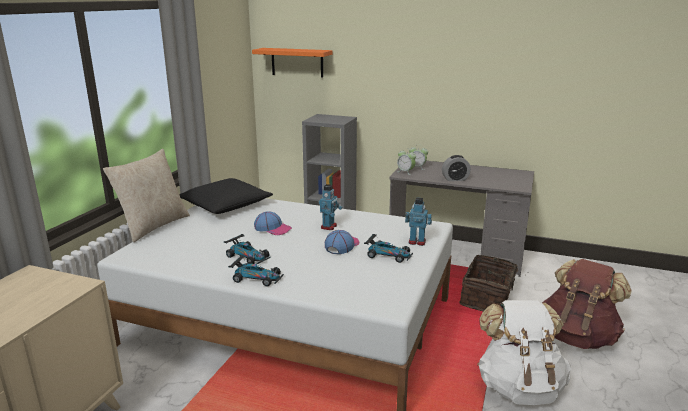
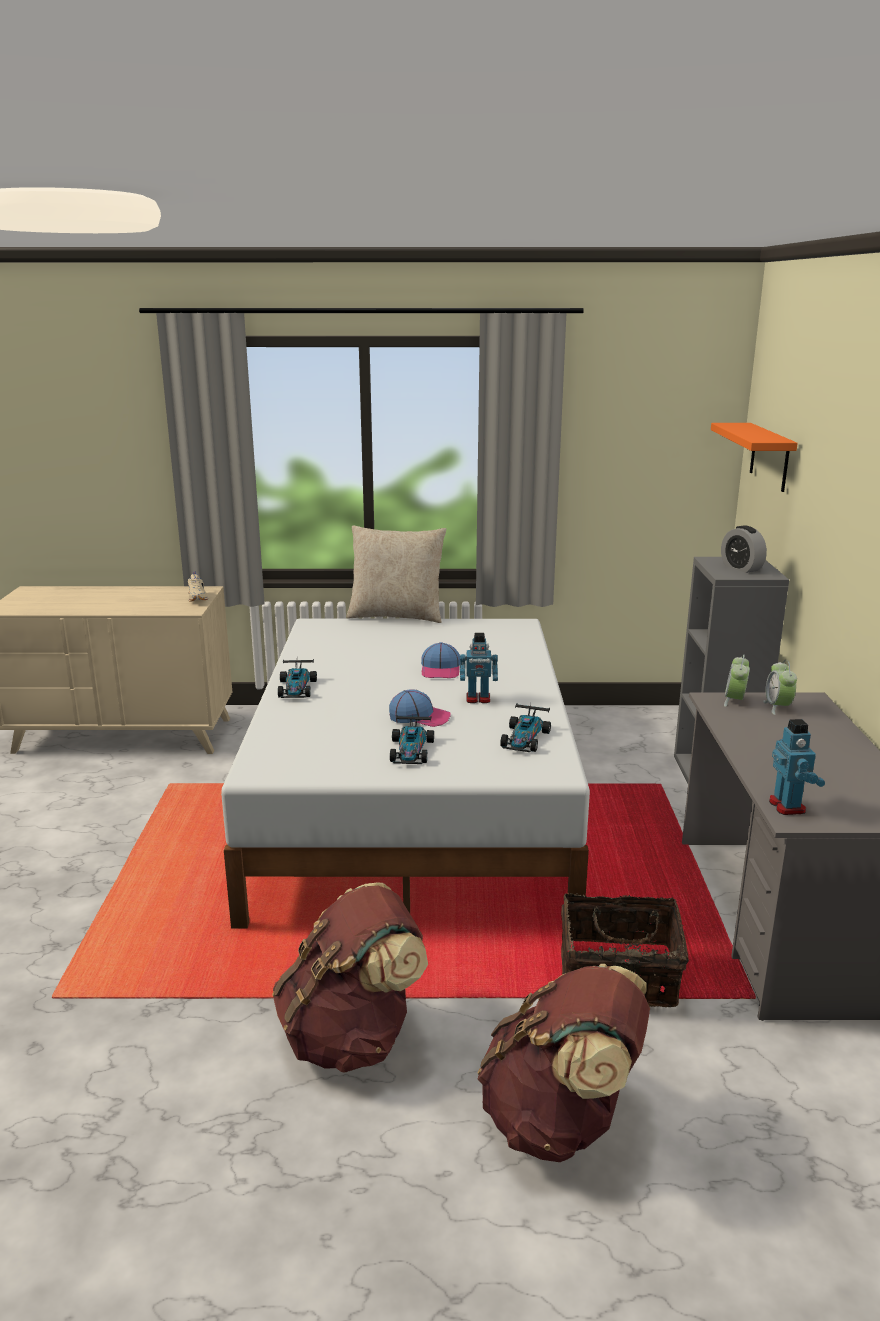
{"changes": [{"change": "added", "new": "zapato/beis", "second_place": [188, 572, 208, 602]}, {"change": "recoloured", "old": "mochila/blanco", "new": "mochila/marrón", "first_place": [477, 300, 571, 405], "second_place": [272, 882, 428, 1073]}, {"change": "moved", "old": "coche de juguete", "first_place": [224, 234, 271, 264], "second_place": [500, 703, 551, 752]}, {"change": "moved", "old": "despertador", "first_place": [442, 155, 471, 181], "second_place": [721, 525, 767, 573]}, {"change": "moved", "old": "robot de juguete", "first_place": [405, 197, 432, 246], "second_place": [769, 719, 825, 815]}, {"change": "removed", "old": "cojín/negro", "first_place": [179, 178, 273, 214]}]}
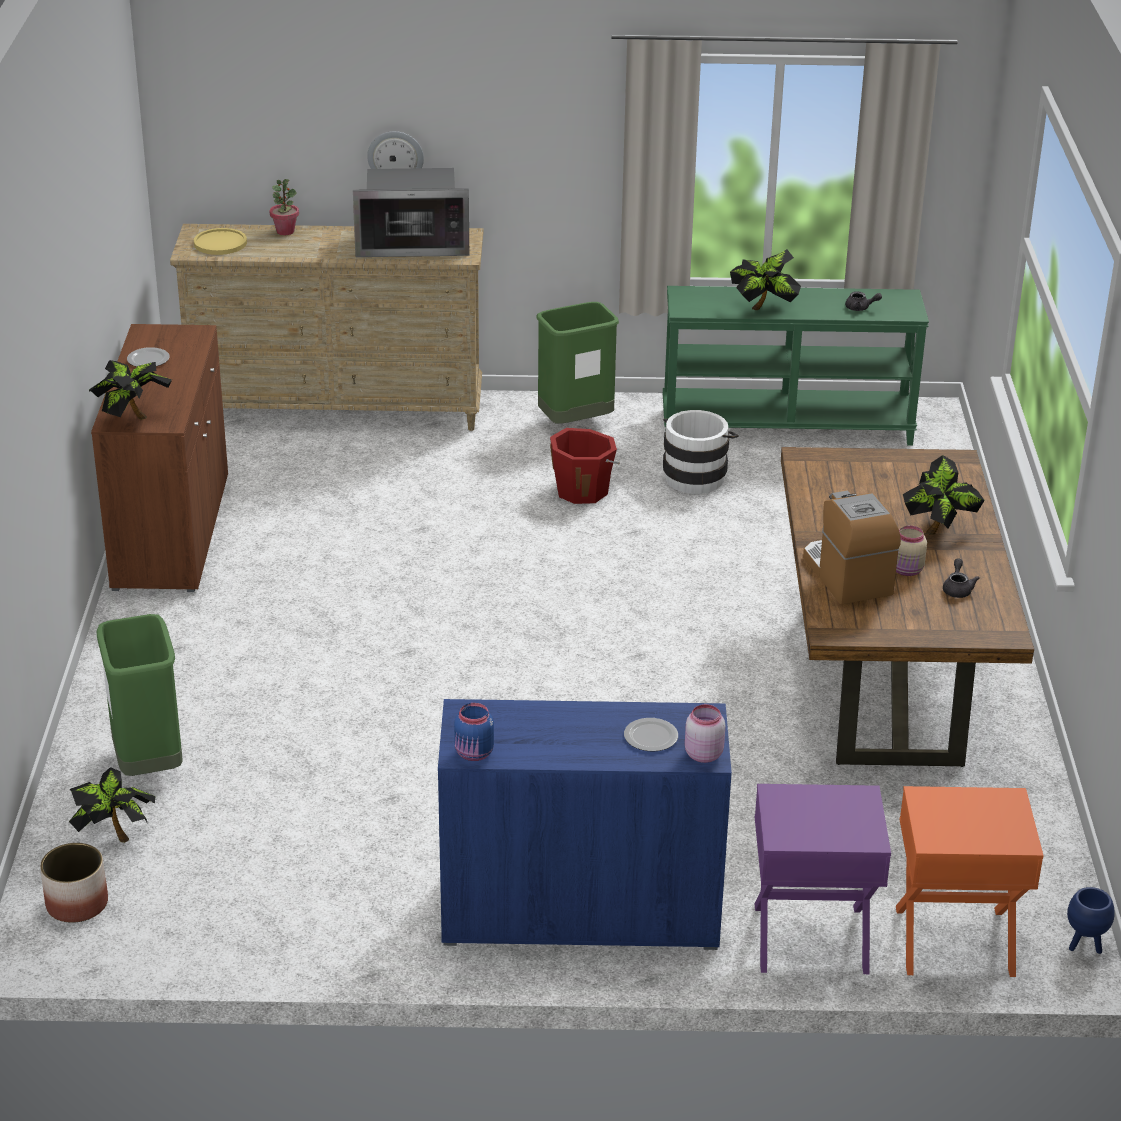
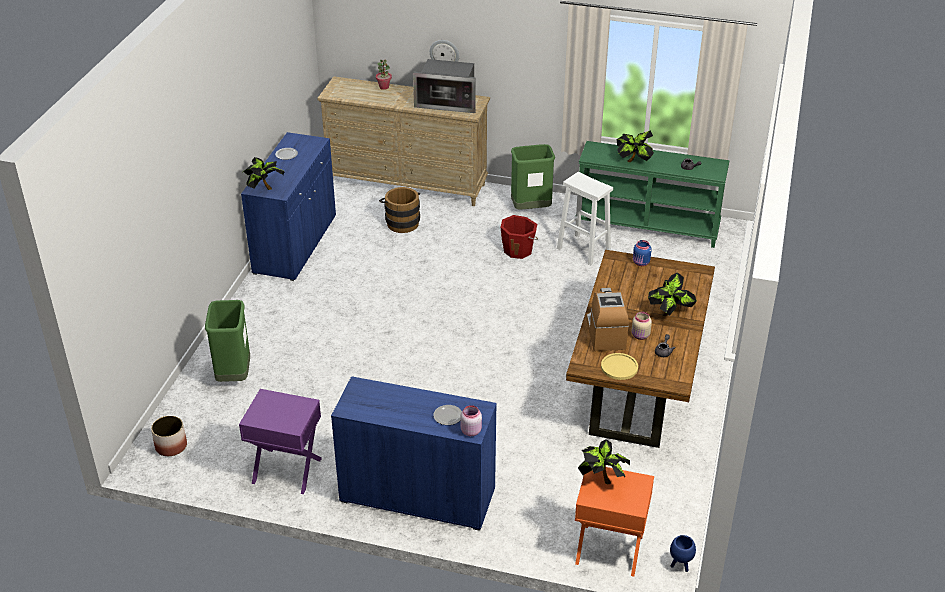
{"changes": [{"change": "moved", "old": "mesita de noche/morado", "first_place": [755, 784, 891, 974], "second_place": [239, 389, 322, 494]}, {"change": "recoloured", "old": "armario/marrón", "new": "armario/azul", "first_place": [91, 324, 228, 592], "second_place": [241, 132, 336, 281]}, {"change": "added", "new": "cubo/marrón", "second_place": [379, 187, 420, 233]}, {"change": "replaced", "old": "cubo/blanco", "new": "taburete/blanco", "first_place": [663, 410, 739, 494], "second_place": [557, 172, 613, 265]}, {"change": "moved", "old": "planta en maceta", "first_place": [69, 767, 155, 843], "second_place": [578, 439, 630, 485]}, {"change": "moved", "old": "plato/amarillo", "first_place": [194, 228, 247, 255], "second_place": [601, 353, 638, 380]}, {"change": "moved", "old": "tarro/azul", "first_place": [454, 703, 494, 761], "second_place": [633, 240, 651, 266]}]}
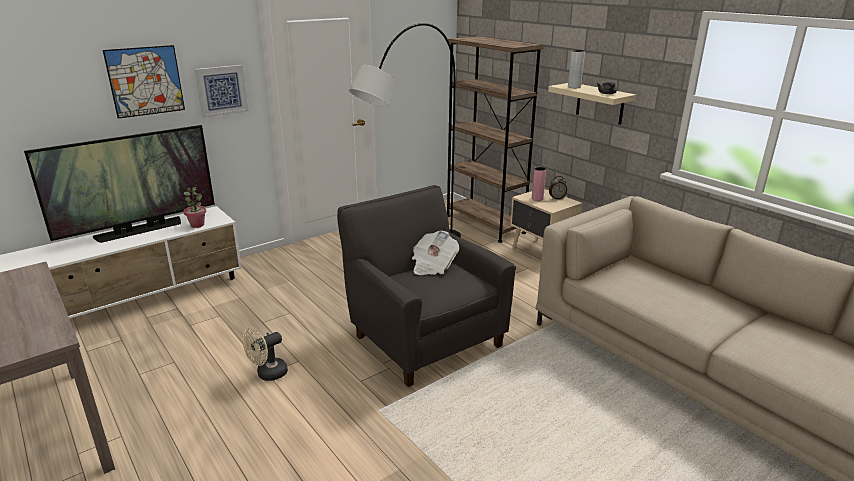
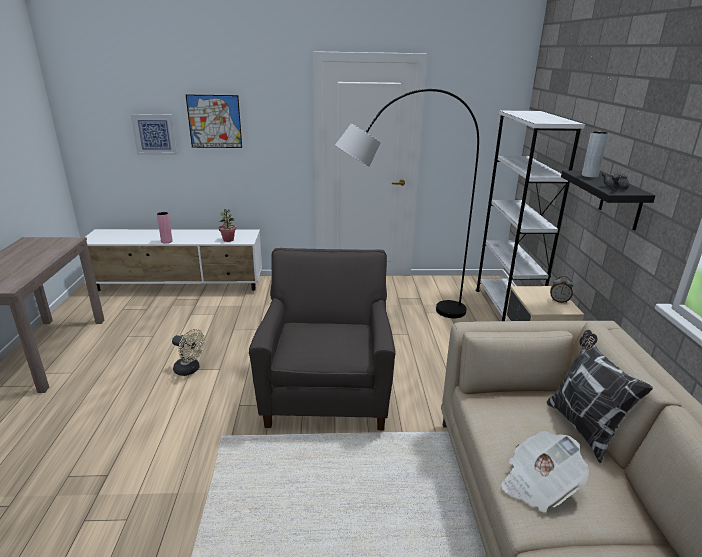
{"changes": [{"change": "moved", "old": "cuadro", "first_place": [195, 65, 249, 118], "second_place": [131, 114, 177, 155]}, {"change": "moved", "old": "florero/rosa", "first_place": [532, 167, 546, 201], "second_place": [157, 212, 173, 243]}, {"change": "turned", "old": "ventilador/beis", "first_place": [243, 327, 288, 381], "second_place": [172, 329, 205, 376], "degrees": -150}, {"change": "recoloured", "old": "estantería/marrón", "new": "estantería/blanco", "first_place": [447, 36, 544, 243], "second_place": [475, 110, 585, 321]}, {"change": "moved", "old": "periódico", "first_place": [412, 231, 459, 275], "second_place": [501, 431, 589, 512]}, {"change": "added", "new": "cojín", "second_place": [547, 330, 653, 464]}, {"change": "recoloured", "old": "estante/beis", "new": "estante/negro", "first_place": [548, 83, 636, 125], "second_place": [561, 171, 655, 231]}, {"change": "removed", "old": "televisor", "first_place": [24, 125, 215, 243]}]}
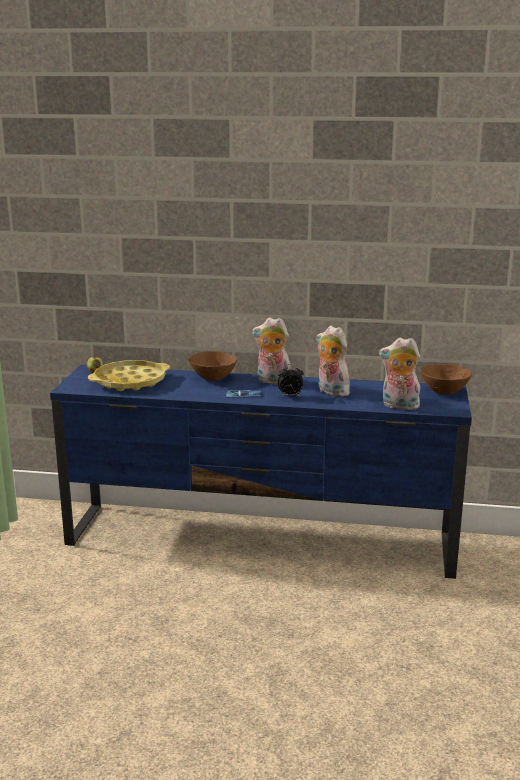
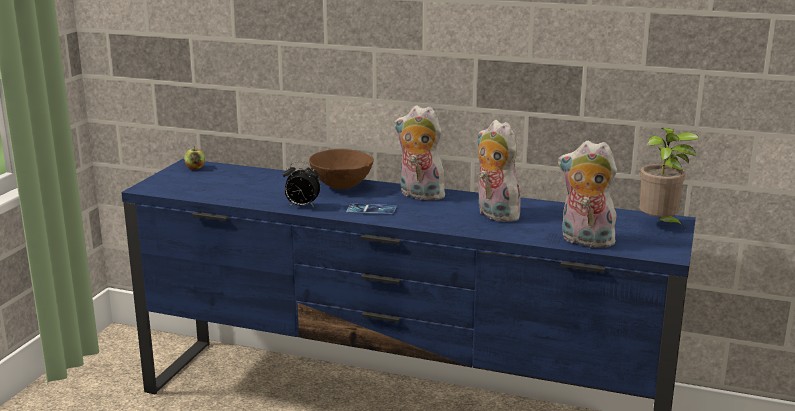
{"changes": [{"change": "moved", "old": "despertador", "first_place": [277, 364, 304, 397], "second_place": [283, 161, 320, 207]}, {"change": "replaced", "old": "cuenco/marrón", "new": "planta en maceta", "first_place": [421, 364, 472, 395], "second_place": [640, 128, 699, 231]}, {"change": "removed", "old": "bandeja/amarillo", "first_place": [88, 360, 170, 391]}]}
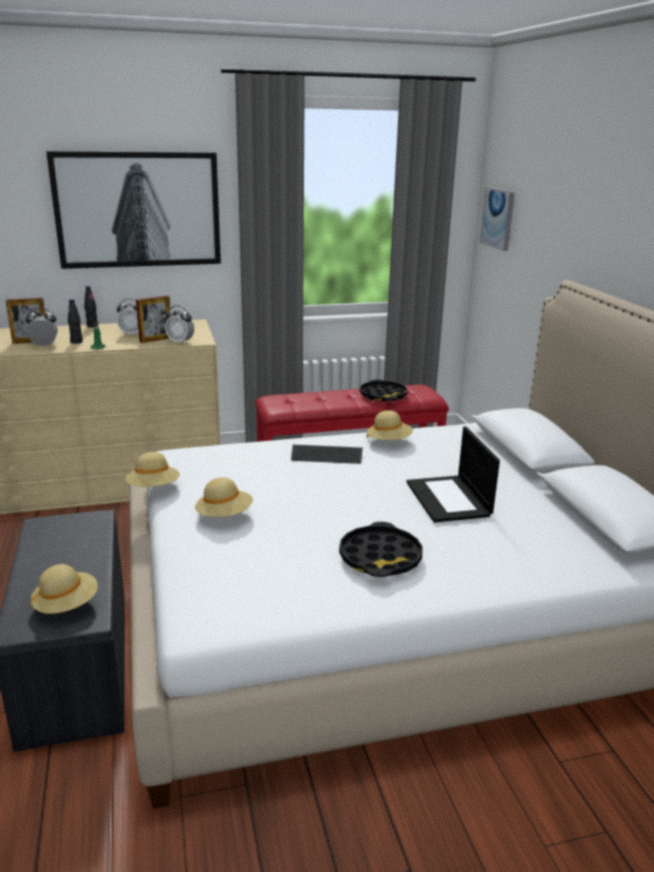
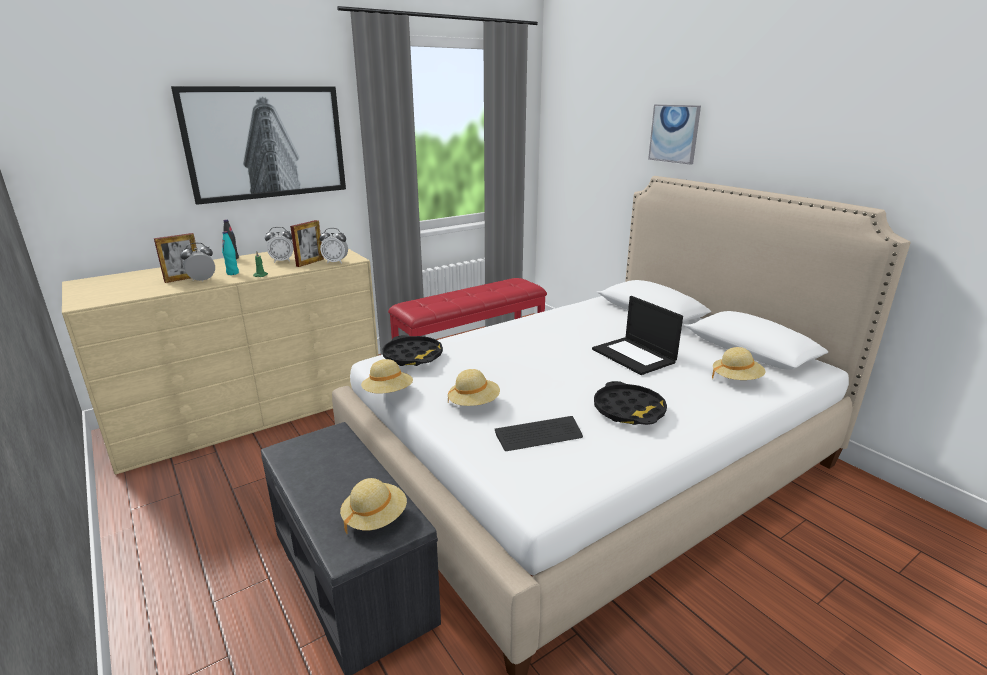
{"changes": [{"change": "recoloured", "old": "botella/negro", "new": "botella/turquesa", "first_place": [68, 299, 83, 344], "second_place": [222, 231, 239, 275]}, {"change": "moved", "old": "bandeja/negro", "first_place": [360, 379, 407, 402], "second_place": [382, 335, 443, 366]}, {"change": "moved", "old": "teclado", "first_place": [291, 445, 363, 464], "second_place": [495, 416, 583, 451]}, {"change": "moved", "old": "cuadro", "first_place": [480, 187, 515, 251], "second_place": [648, 104, 701, 165]}, {"change": "moved", "old": "sombrero/beis", "first_place": [367, 410, 413, 440], "second_place": [712, 347, 766, 380]}]}
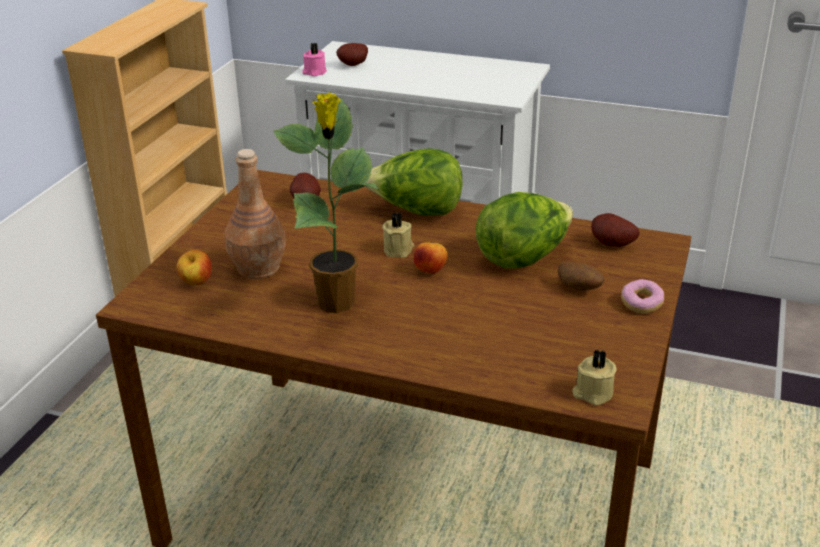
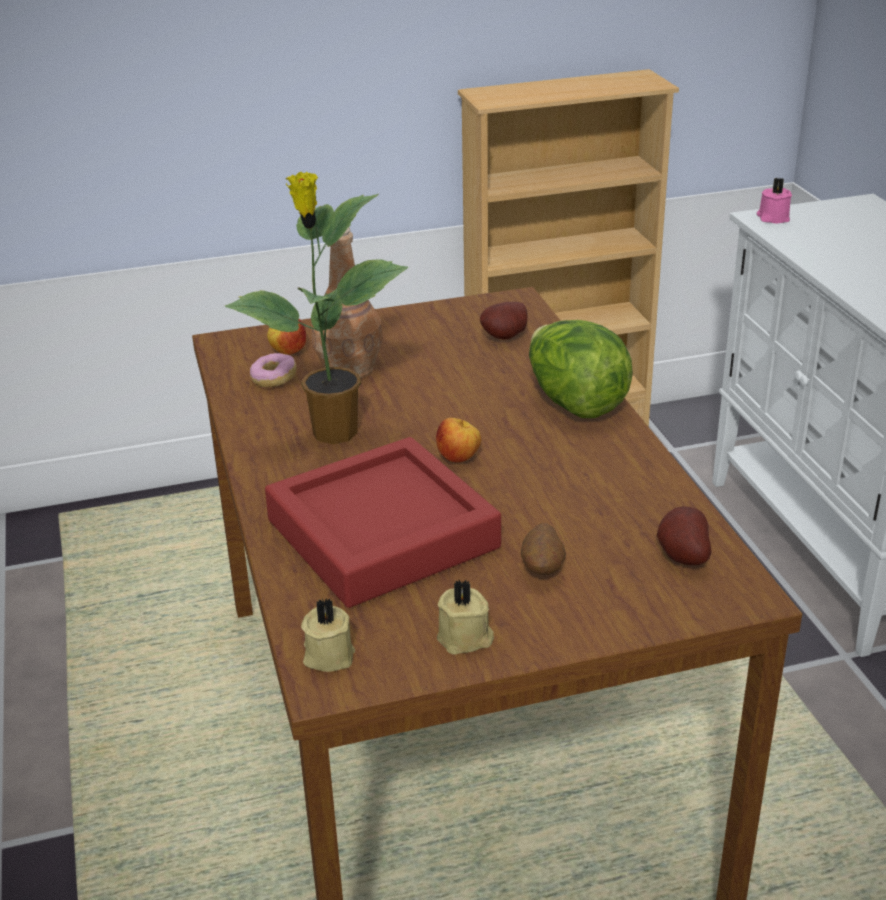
{"changes": [{"change": "moved", "old": "rosquilla", "first_place": [621, 279, 664, 314], "second_place": [250, 353, 297, 387]}, {"change": "added", "new": "bandeja/rojo", "second_place": [265, 437, 501, 608]}, {"change": "moved", "old": "vela/beis", "first_place": [382, 212, 414, 258], "second_place": [437, 579, 494, 655]}, {"change": "removed", "old": "patata", "first_place": [336, 43, 368, 66]}, {"change": "removed", "old": "lechuga", "first_place": [475, 192, 573, 268]}]}
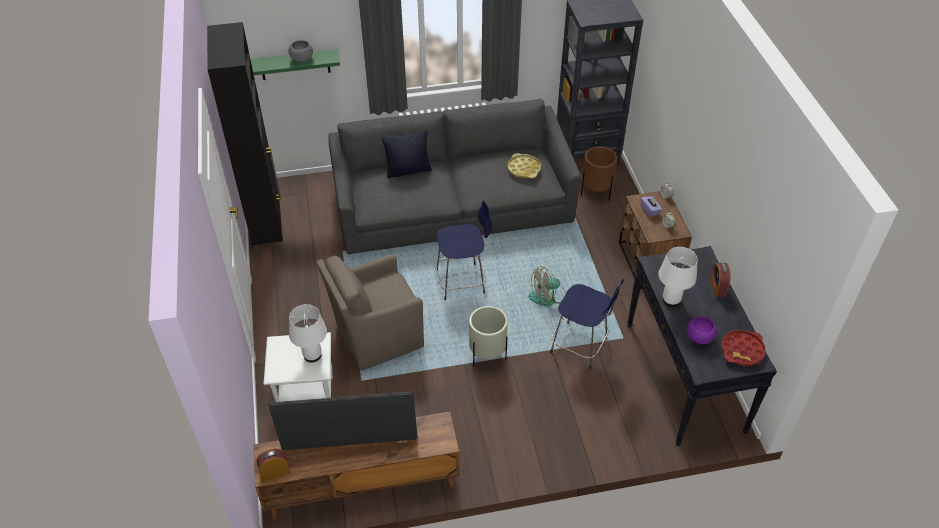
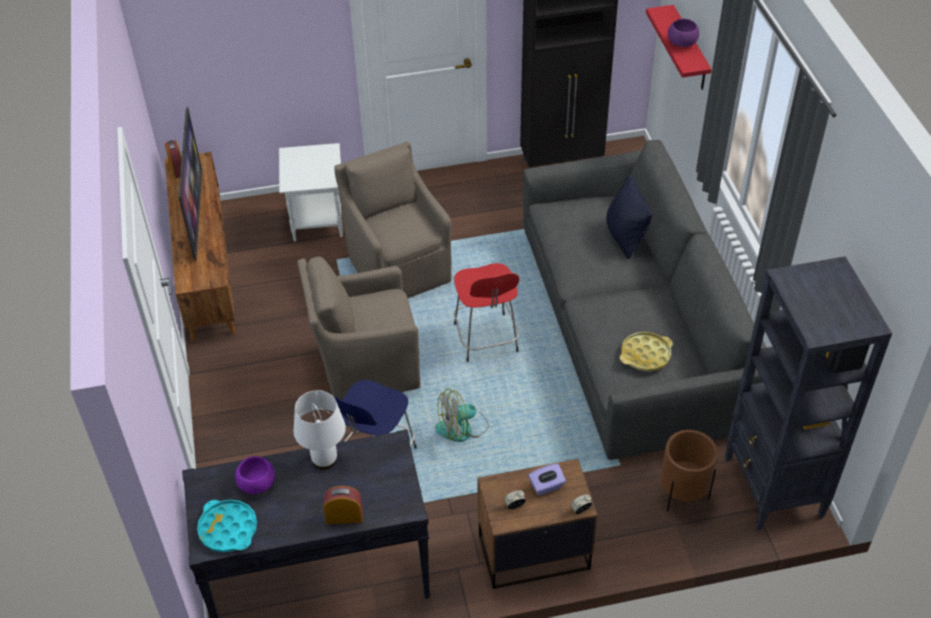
{"changes": [{"change": "recoloured", "old": "bandeja/rojo", "new": "bandeja/turquesa", "first_place": [721, 330, 766, 366], "second_place": [197, 500, 257, 552]}, {"change": "replaced", "old": "maceta/beis", "new": "sillón/marrón", "first_place": [469, 306, 508, 366], "second_place": [297, 256, 420, 400]}, {"change": "turned", "old": "ventilador", "first_place": [528, 266, 565, 306], "second_place": [435, 389, 489, 442], "degrees": -90}, {"change": "recoloured", "old": "taburete/azul", "new": "taburete/rojo", "first_place": [435, 200, 492, 300], "second_place": [454, 263, 519, 362]}, {"change": "recoloured", "old": "estante/verde", "new": "estante/rojo", "first_place": [250, 49, 340, 80], "second_place": [646, 5, 712, 90]}, {"change": "recoloured", "old": "cuenco/gris", "new": "cuenco/morado", "first_place": [288, 40, 313, 62], "second_place": [668, 19, 699, 47]}, {"change": "removed", "old": "lámpara de mesa/blanco", "first_place": [289, 304, 327, 362]}]}
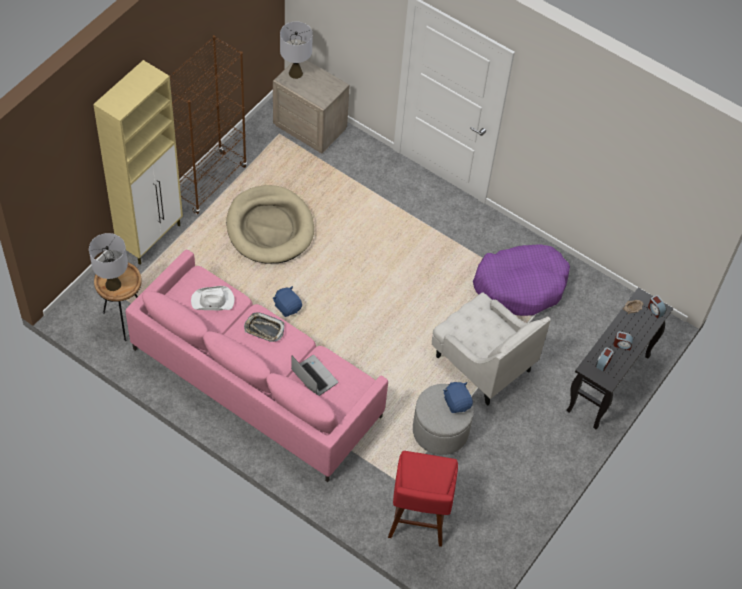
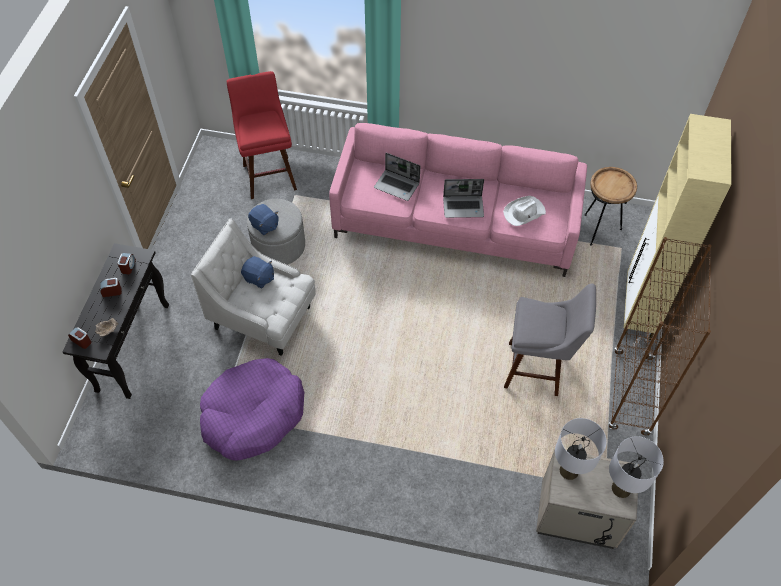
{"changes": [{"change": "moved", "old": "peluche/azul", "first_place": [273, 286, 302, 317], "second_place": [241, 256, 274, 289]}, {"change": "replaced", "old": "bandeja", "new": "portátil", "first_place": [244, 312, 284, 342], "second_place": [443, 179, 484, 218]}, {"change": "replaced", "old": "cama para perro/beis", "new": "taburete/gris", "first_place": [226, 185, 314, 264], "second_place": [504, 284, 596, 396]}, {"change": "moved", "old": "lámpara de mesa/gris", "first_place": [89, 233, 128, 291], "second_place": [555, 418, 607, 480]}]}
